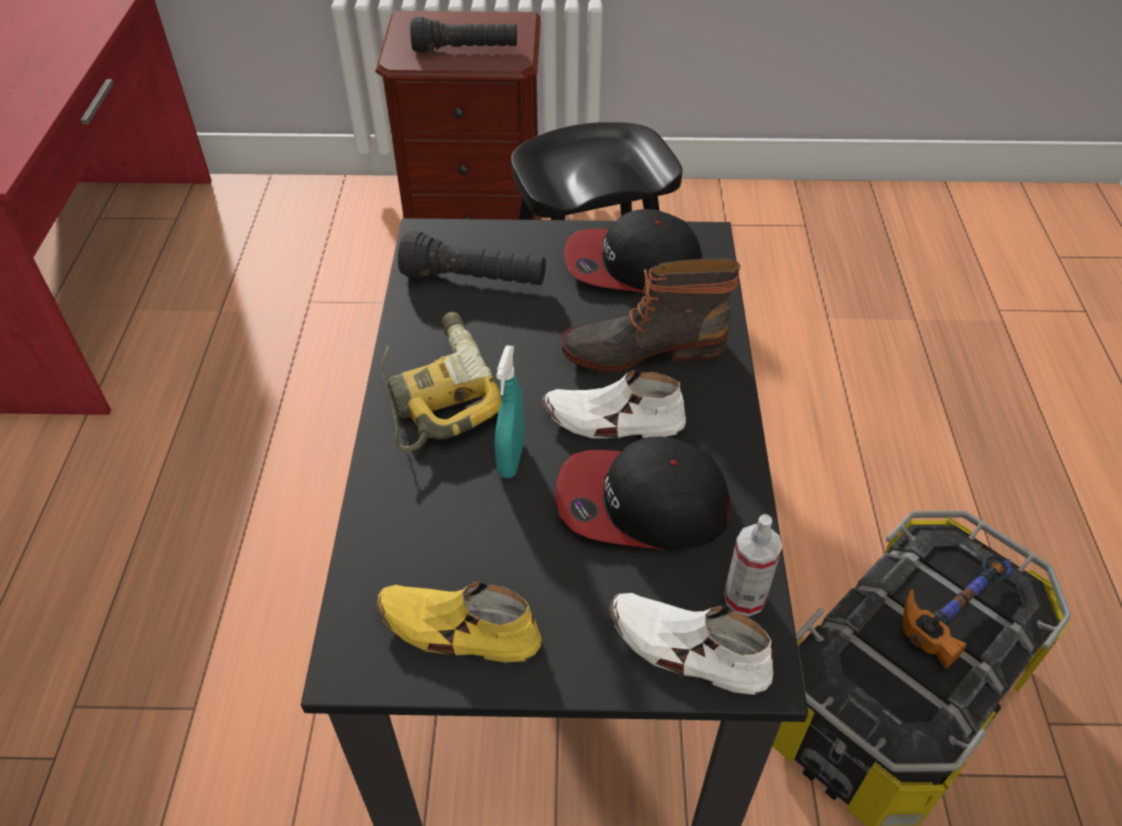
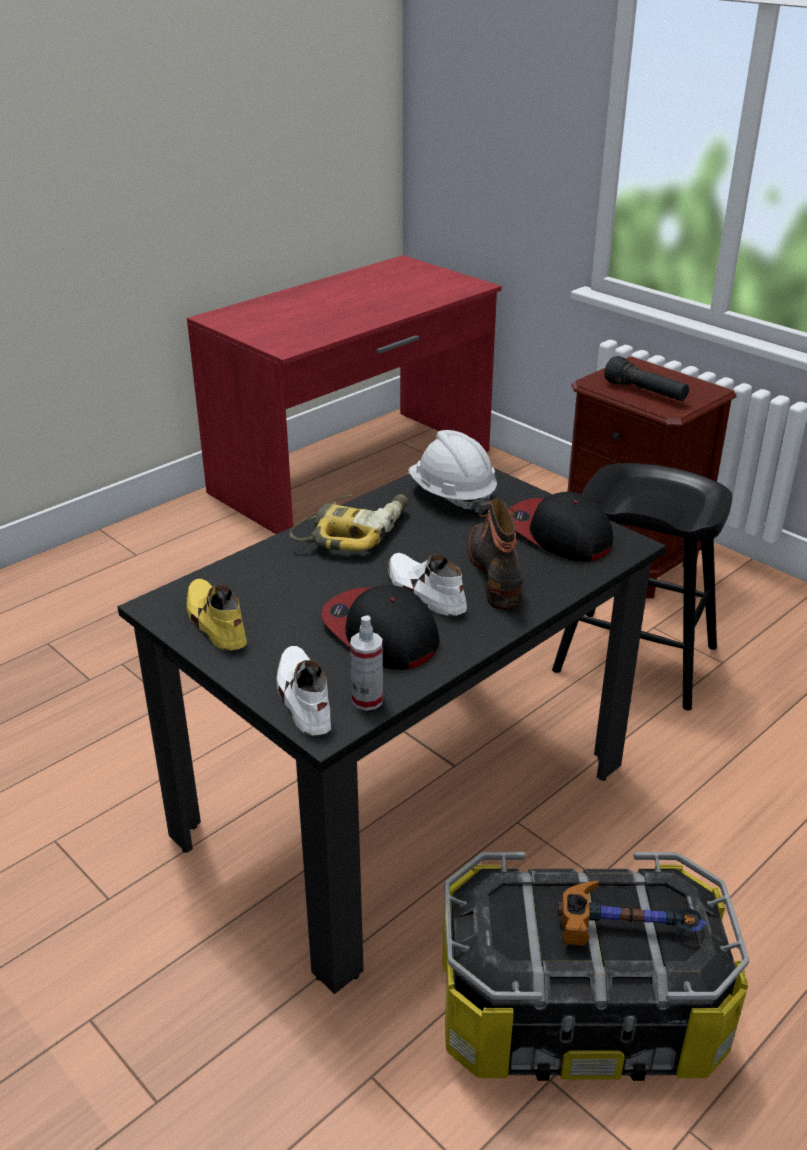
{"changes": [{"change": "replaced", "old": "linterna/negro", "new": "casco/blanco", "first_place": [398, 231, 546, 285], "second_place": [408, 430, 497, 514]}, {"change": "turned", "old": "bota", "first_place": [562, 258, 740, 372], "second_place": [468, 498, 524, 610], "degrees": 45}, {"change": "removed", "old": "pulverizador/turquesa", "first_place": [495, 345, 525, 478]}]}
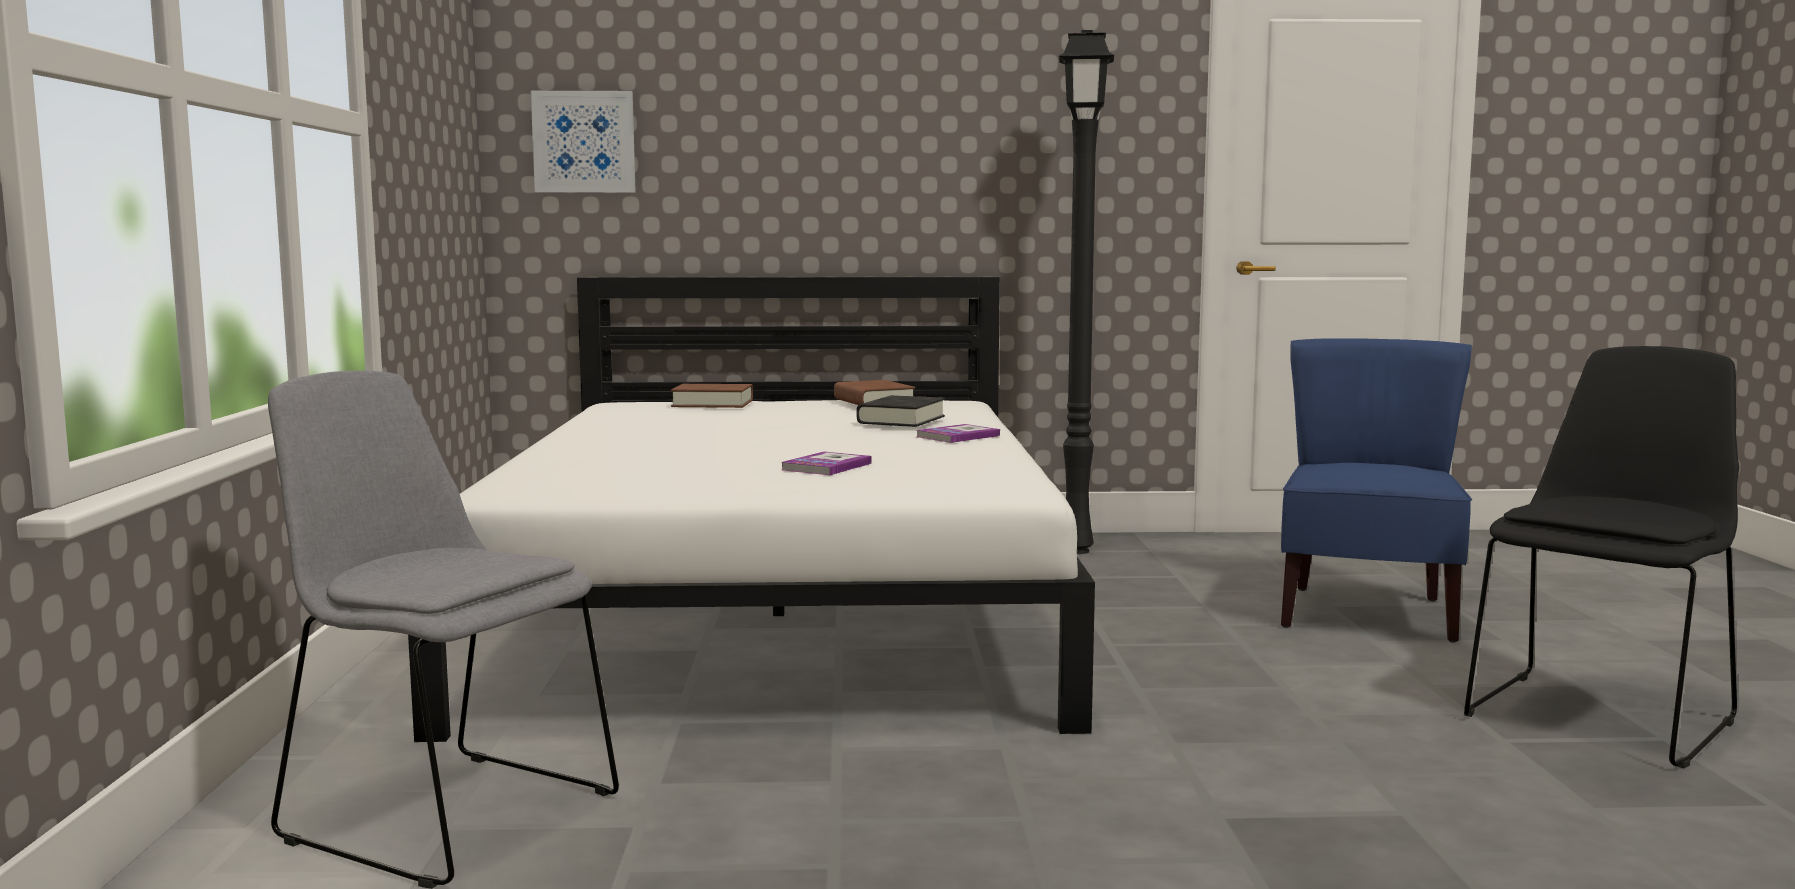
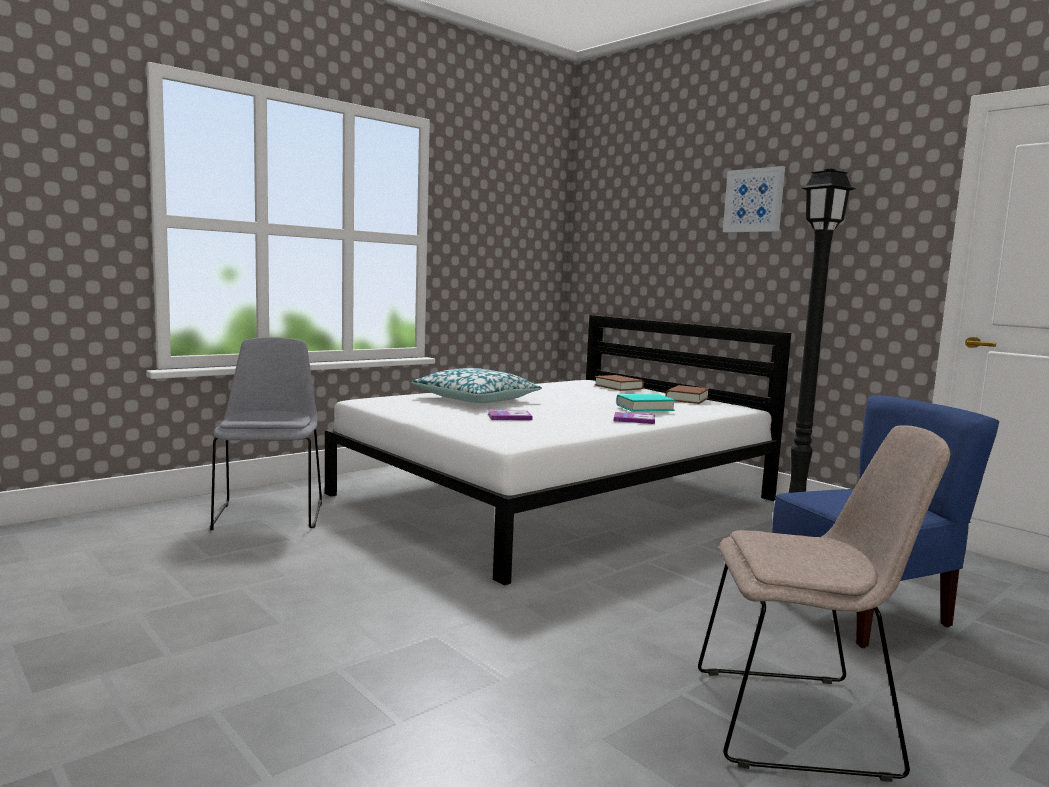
{"changes": [{"change": "added", "new": "cojín", "second_place": [411, 368, 542, 403]}, {"change": "recoloured", "old": "libro/negro", "new": "libro/turquesa", "first_place": [857, 395, 945, 427], "second_place": [616, 394, 676, 412]}, {"change": "recoloured", "old": "silla/negro", "new": "silla/beis", "first_place": [1464, 346, 1739, 768], "second_place": [698, 425, 950, 782]}, {"change": "moved", "old": "cuadro", "first_place": [531, 91, 636, 193], "second_place": [723, 166, 785, 232]}]}
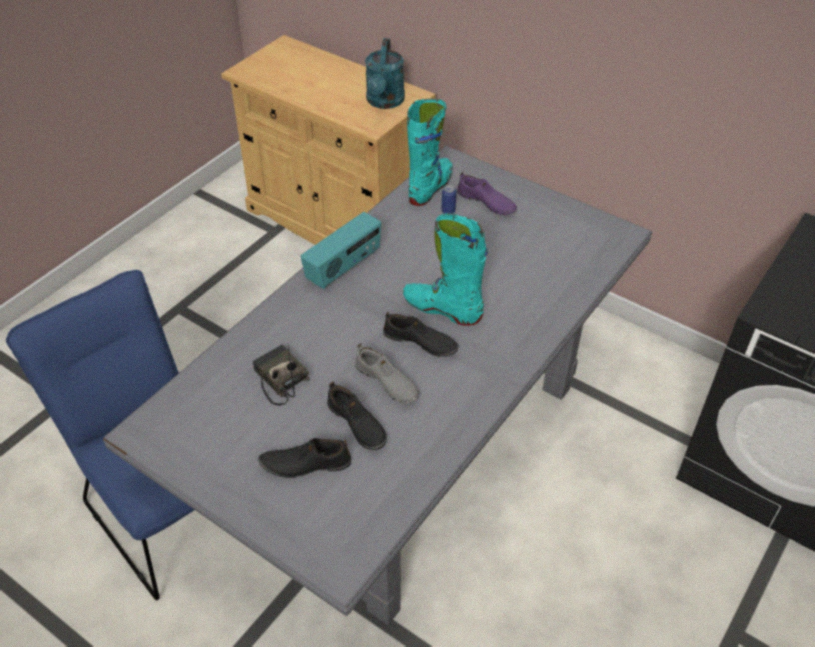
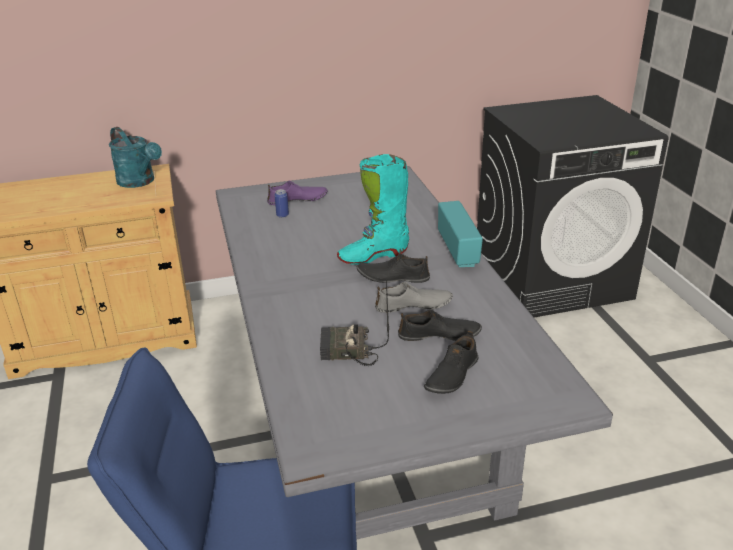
{"changes": [{"change": "turned", "old": "zapato/negro", "first_place": [383, 312, 458, 357], "second_place": [357, 254, 430, 283], "degrees": -150}, {"change": "moved", "old": "radio", "first_place": [301, 212, 381, 289], "second_place": [438, 201, 483, 267]}, {"change": "removed", "old": "bota/turquesa", "first_place": [407, 99, 452, 206]}]}
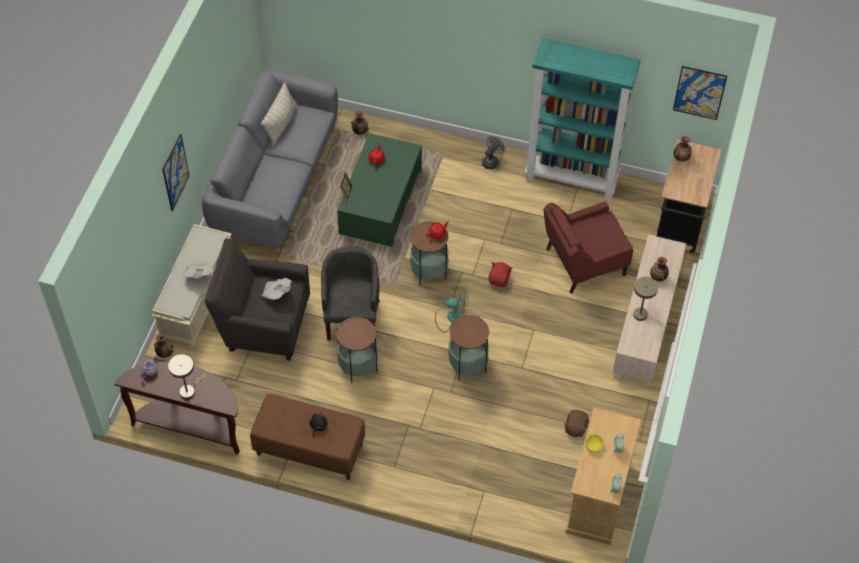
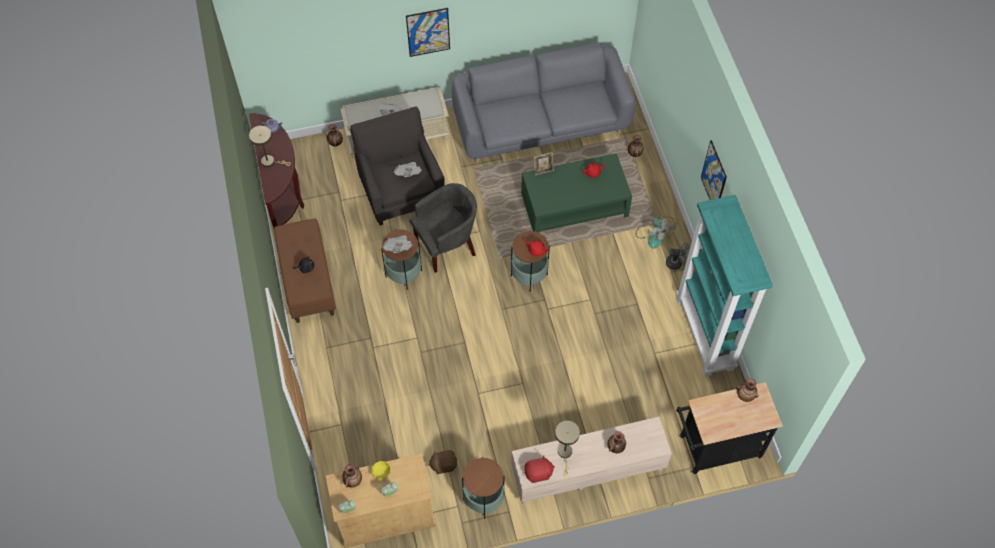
{"changes": [{"change": "added", "new": "florero", "second_place": [342, 464, 362, 487]}, {"change": "added", "new": "periódico", "second_place": [383, 235, 412, 253]}, {"change": "moved", "old": "mesa auxiliar", "first_place": [448, 315, 489, 380], "second_place": [462, 457, 504, 518]}, {"change": "moved", "old": "peluche/rojo", "first_place": [489, 262, 512, 287], "second_place": [524, 455, 555, 483]}, {"change": "moved", "old": "ventilador", "first_place": [435, 287, 468, 333], "second_place": [635, 216, 676, 249]}, {"change": "moved", "old": "cuadro", "first_place": [673, 66, 727, 120], "second_place": [701, 140, 727, 200]}, {"change": "removed", "old": "cojín", "first_place": [261, 82, 297, 147]}, {"change": "removed", "old": "sillón/rojo", "first_place": [543, 202, 633, 293]}]}
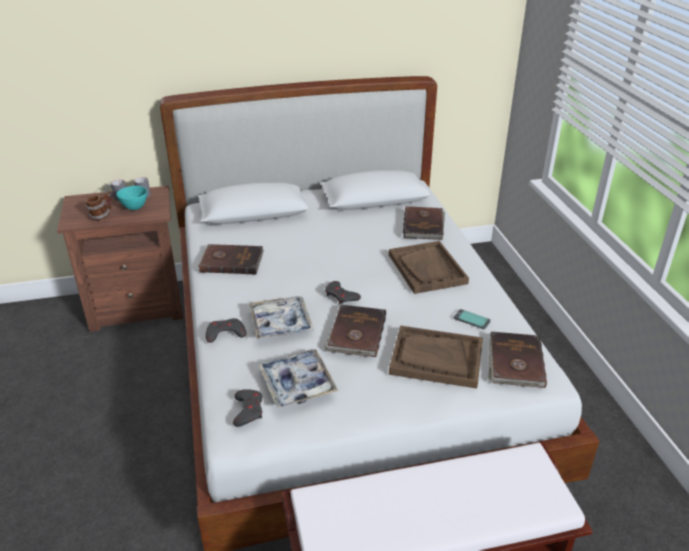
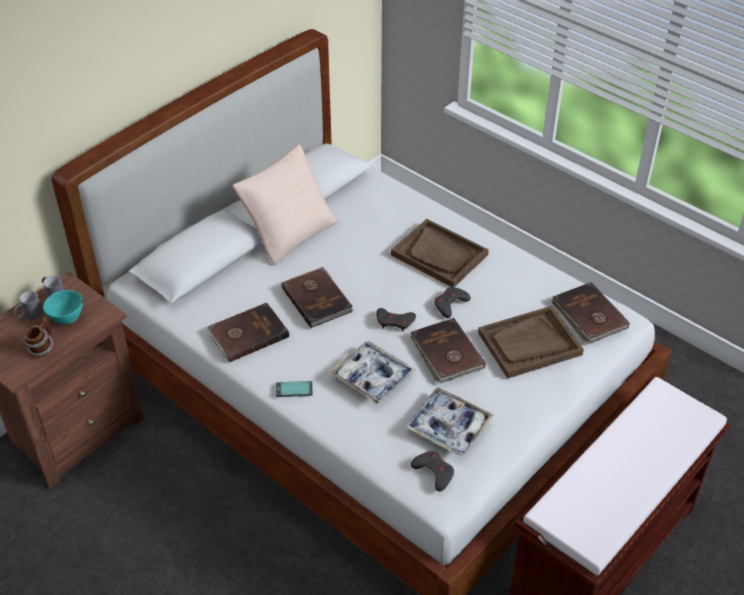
{"changes": [{"change": "added", "new": "cojín/beis", "second_place": [232, 144, 338, 265]}, {"change": "moved", "old": "móvil", "first_place": [454, 309, 491, 329], "second_place": [276, 381, 313, 397]}, {"change": "moved", "old": "libro/marrón", "first_place": [403, 206, 445, 240], "second_place": [281, 267, 353, 328]}, {"change": "moved", "old": "mando de consola/gris", "first_place": [206, 318, 246, 343], "second_place": [434, 287, 471, 318]}]}
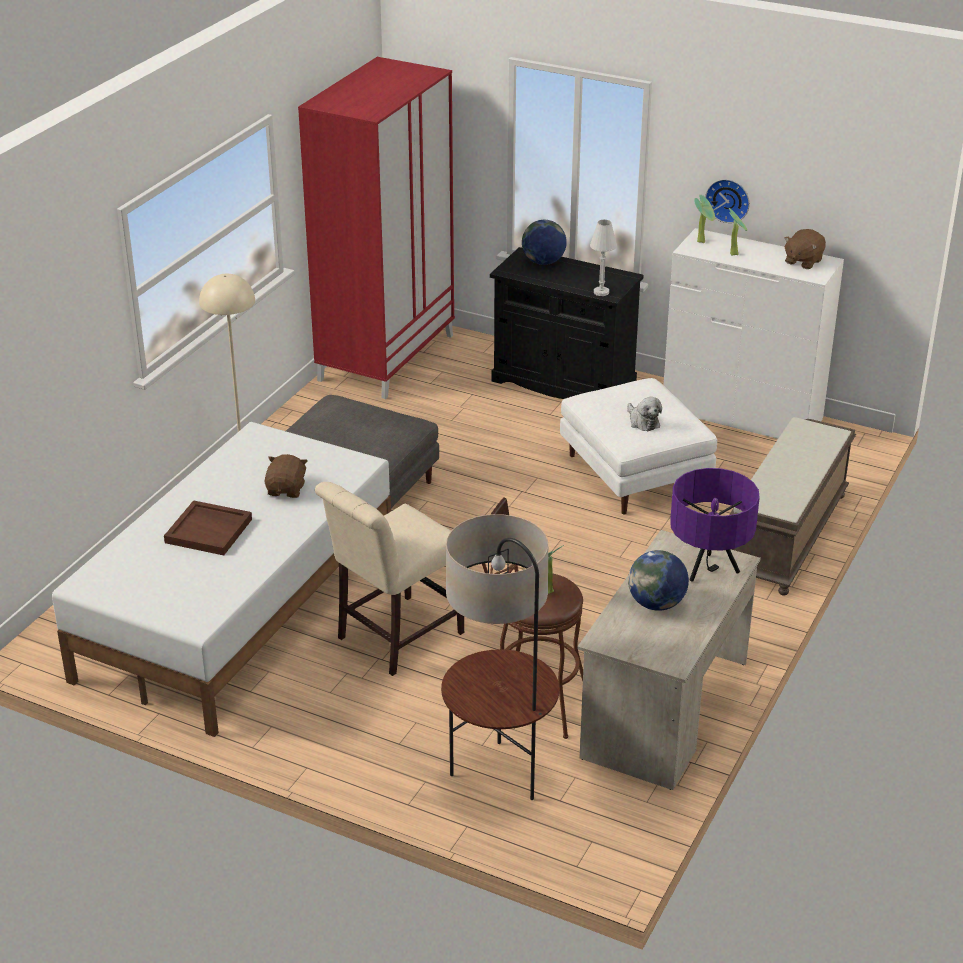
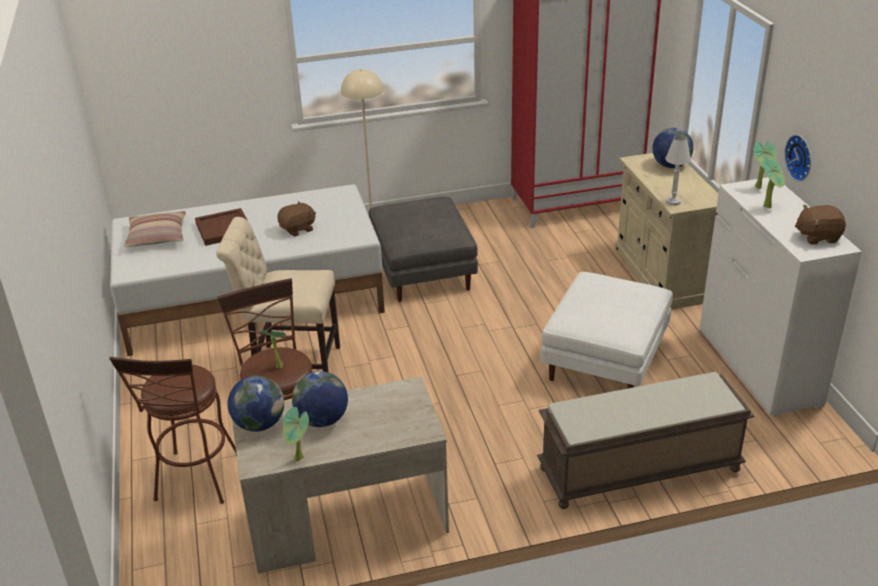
{"changes": [{"change": "replaced", "old": "lámpara de pie", "new": "taburete/marrón", "first_place": [441, 514, 559, 800], "second_place": [109, 357, 237, 504]}, {"change": "added", "new": "cojín", "second_place": [124, 211, 186, 247]}, {"change": "added", "new": "globo terráqueo", "second_place": [228, 375, 284, 432]}, {"change": "added", "new": "planta en maceta", "second_place": [283, 407, 309, 462]}, {"change": "recoloured", "old": "armario/negro", "new": "armario/beis", "first_place": [490, 247, 644, 399], "second_place": [615, 153, 718, 310]}, {"change": "removed", "old": "peluche", "first_place": [627, 397, 662, 431]}, {"change": "removed", "old": "lámpara de mesa/morado", "first_place": [670, 468, 760, 582]}]}
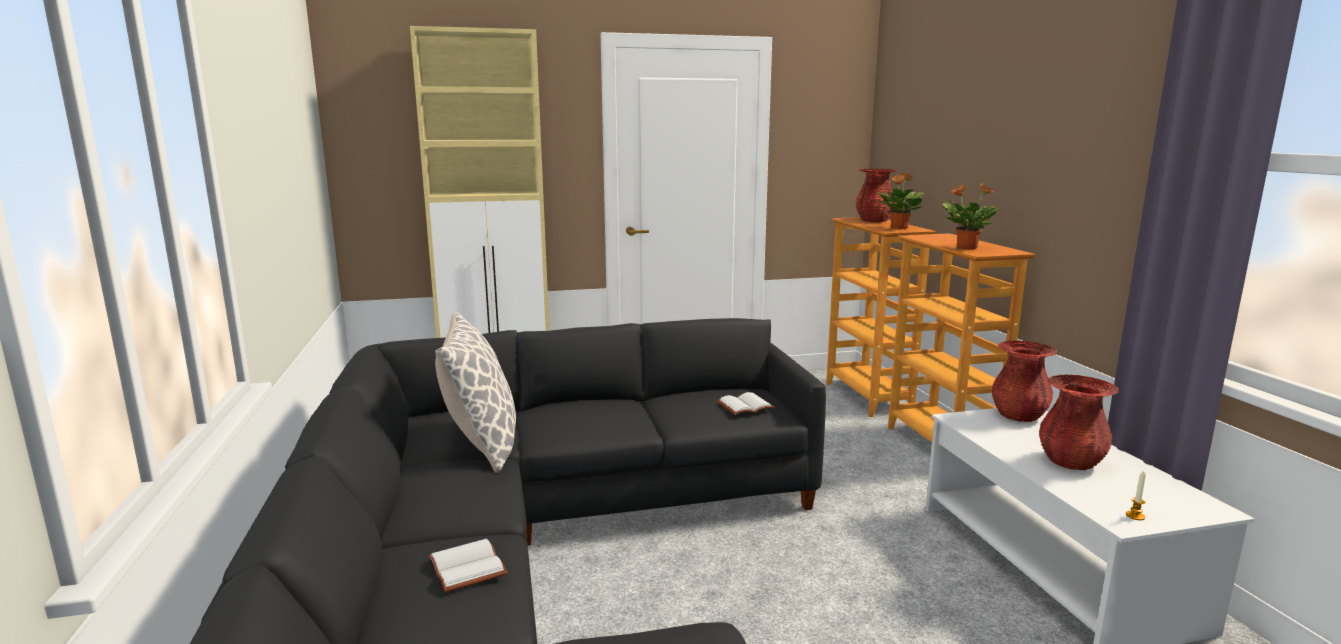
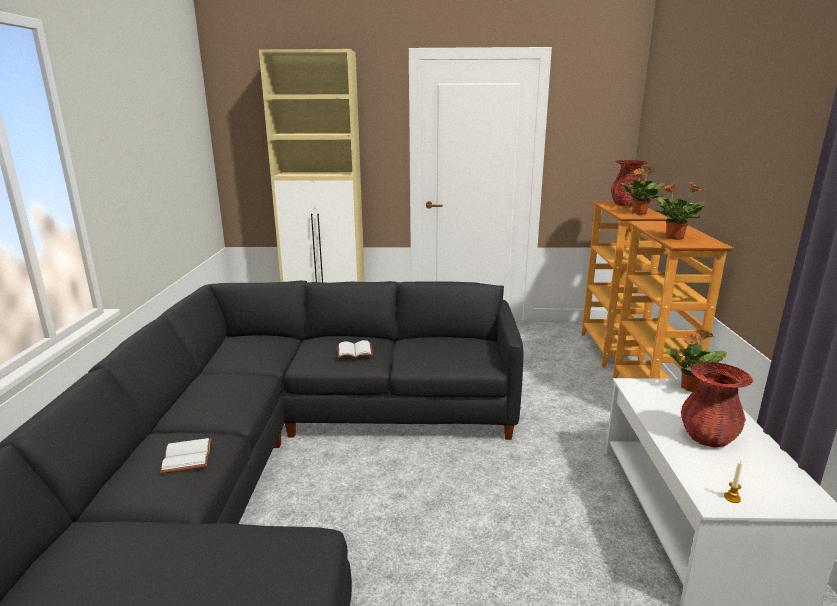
{"changes": [{"change": "moved", "old": "libro/blanco", "first_place": [717, 392, 774, 415], "second_place": [337, 340, 373, 358]}, {"change": "replaced", "old": "florero/rojo", "new": "planta en maceta", "first_place": [992, 341, 1058, 422], "second_place": [666, 328, 727, 392]}, {"change": "removed", "old": "cojín", "first_place": [435, 313, 516, 473]}]}
